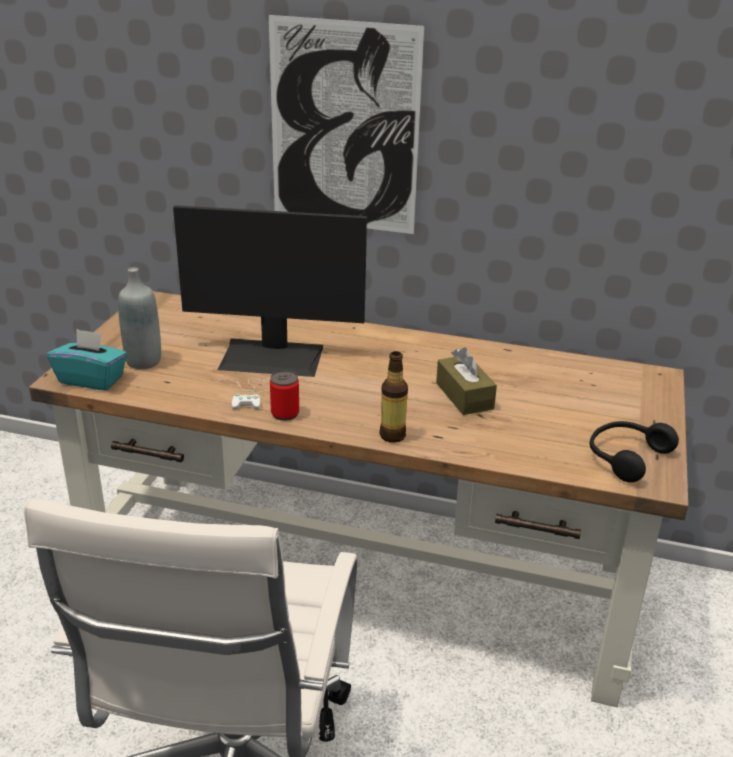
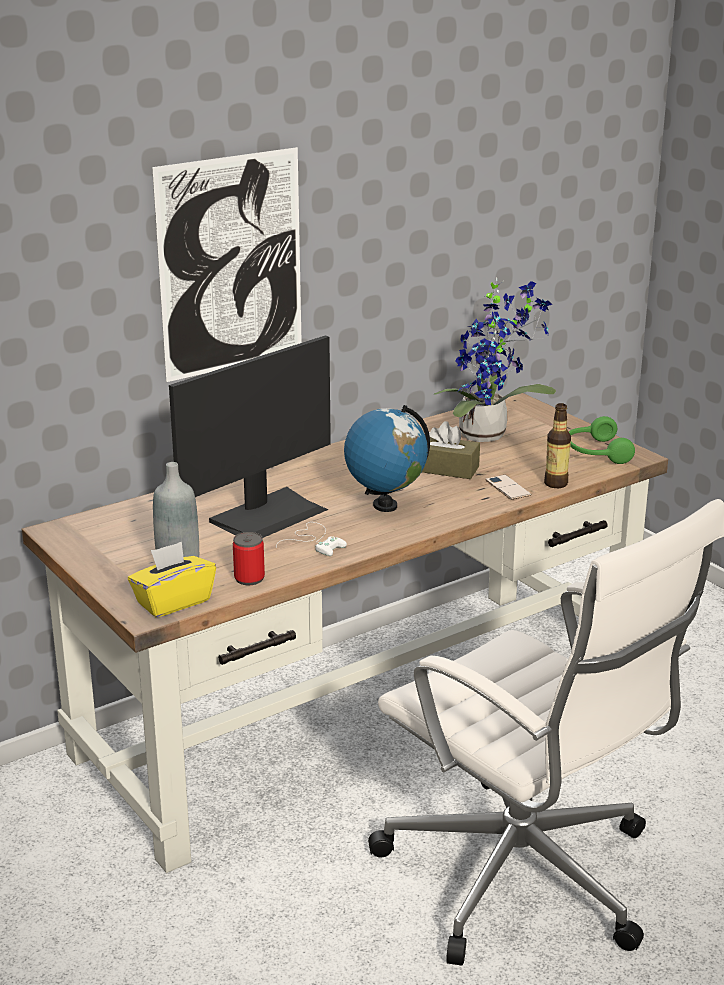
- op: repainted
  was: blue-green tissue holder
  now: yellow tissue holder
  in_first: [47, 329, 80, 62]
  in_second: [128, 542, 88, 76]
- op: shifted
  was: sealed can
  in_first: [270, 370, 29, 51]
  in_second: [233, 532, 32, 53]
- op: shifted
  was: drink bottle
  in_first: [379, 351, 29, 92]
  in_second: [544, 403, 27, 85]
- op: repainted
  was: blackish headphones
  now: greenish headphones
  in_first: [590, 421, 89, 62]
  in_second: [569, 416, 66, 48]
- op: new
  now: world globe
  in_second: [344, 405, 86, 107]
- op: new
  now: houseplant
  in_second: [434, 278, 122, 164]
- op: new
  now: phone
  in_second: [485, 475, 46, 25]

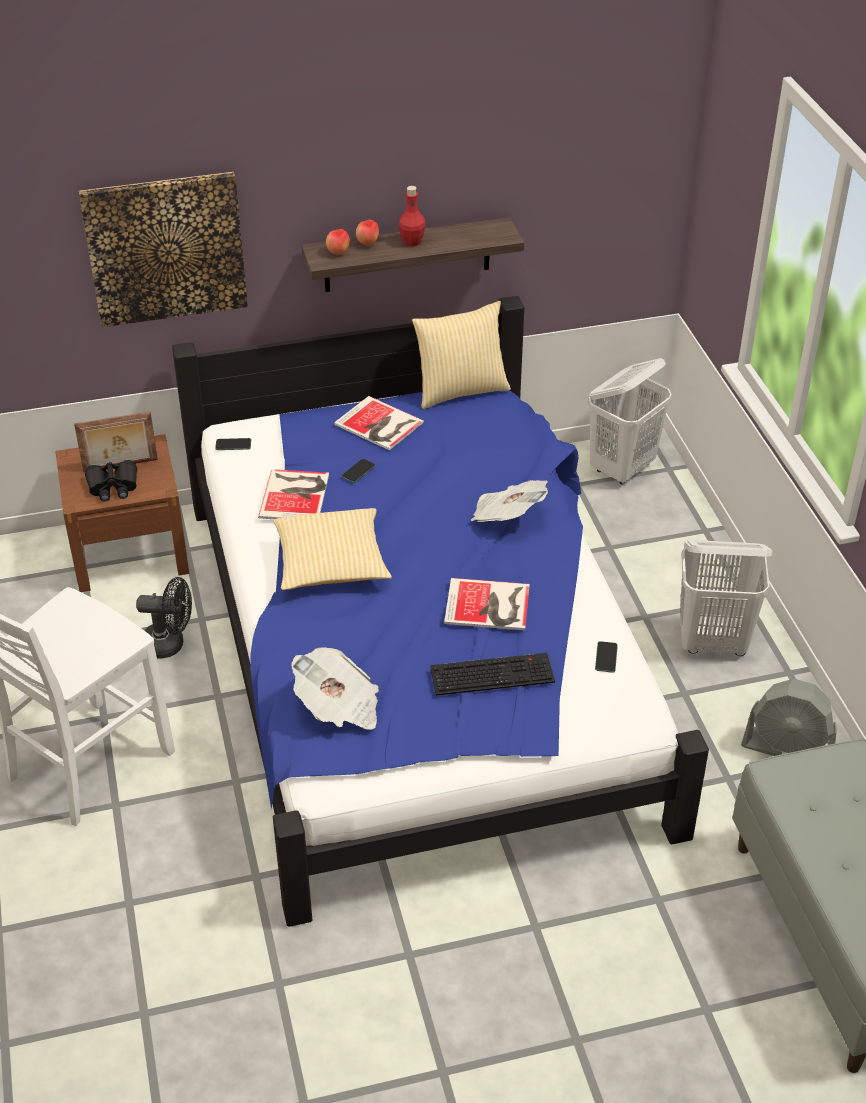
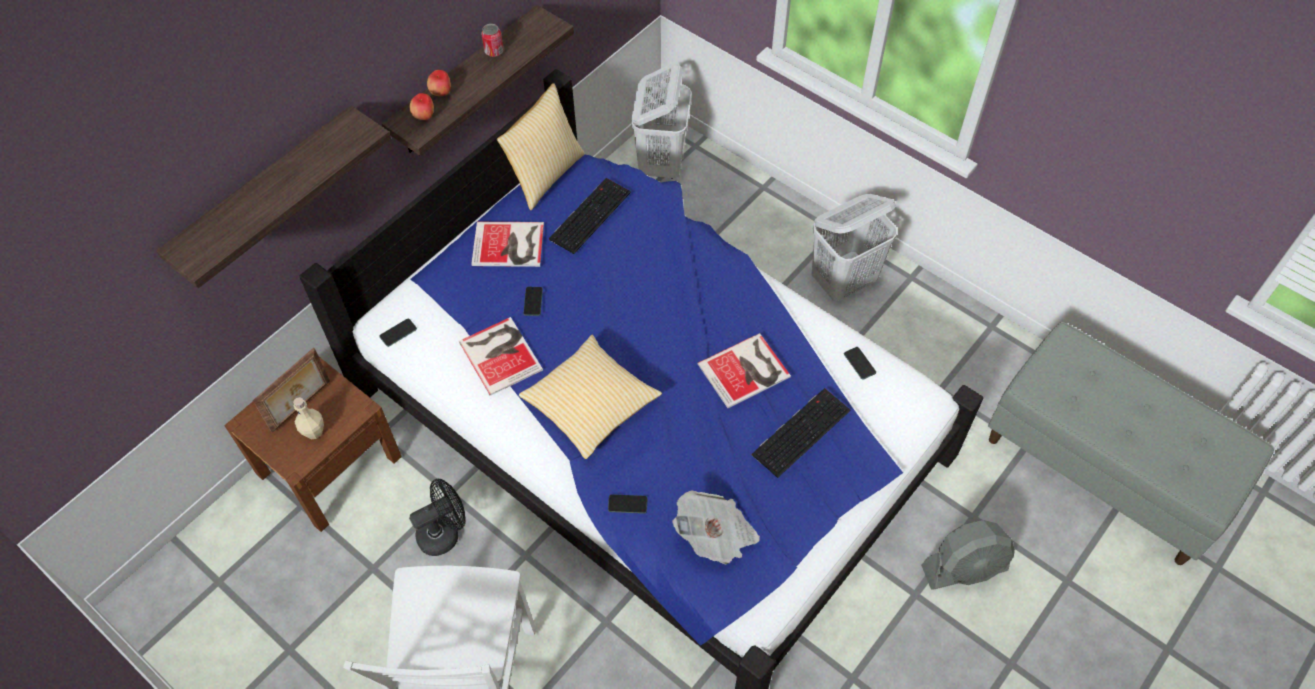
- op: swapped
  was: picture
  now: bracket shelf
  in_first: [79, 172, 169, 155]
  in_second: [156, 106, 235, 182]
- op: swapped
  was: blackish field glasses
  now: beige-coloured drink bottle
  in_first: [85, 460, 52, 42]
  in_second: [293, 397, 31, 42]
- op: gone
  was: reddish drink bottle
  in_first: [399, 186, 27, 61]
- op: gone
  was: printed paper
  in_first: [471, 480, 77, 42]
- op: shifted
  was: grey cooling fan
  in_first: [741, 679, 96, 77]
  in_second: [921, 520, 94, 70]
- op: new
  now: sealed can
  in_second: [481, 24, 22, 33]
- op: new
  now: keyboard
  in_second: [549, 178, 82, 76]
- op: new
  now: phone
  in_second: [608, 494, 40, 20]

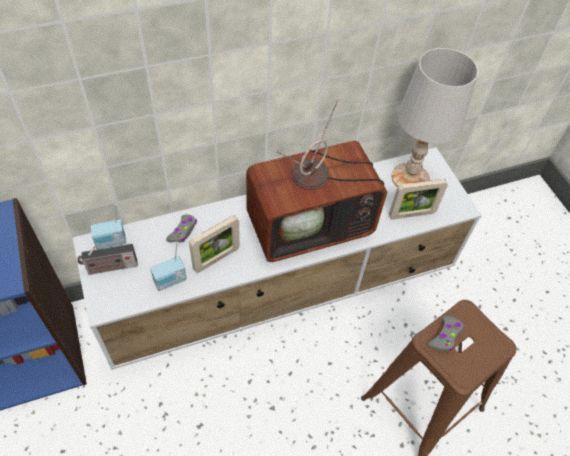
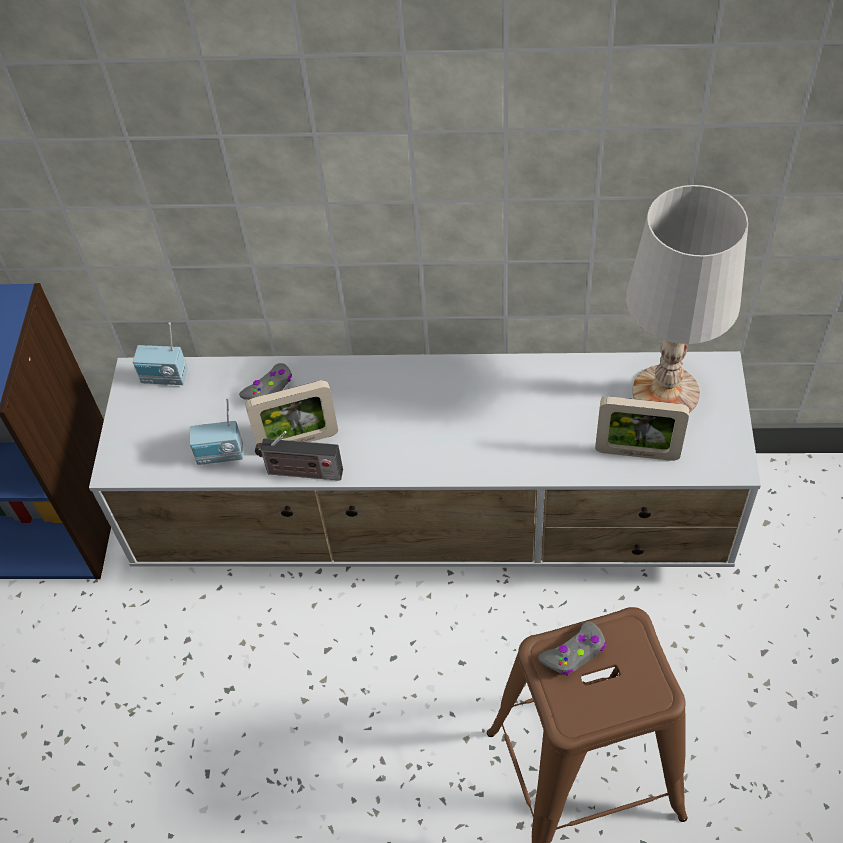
- op: shifted
  was: radio
  in_first: [77, 243, 61, 32]
  in_second: [255, 431, 88, 50]
- op: gone
  was: TV
  in_first: [246, 99, 141, 163]

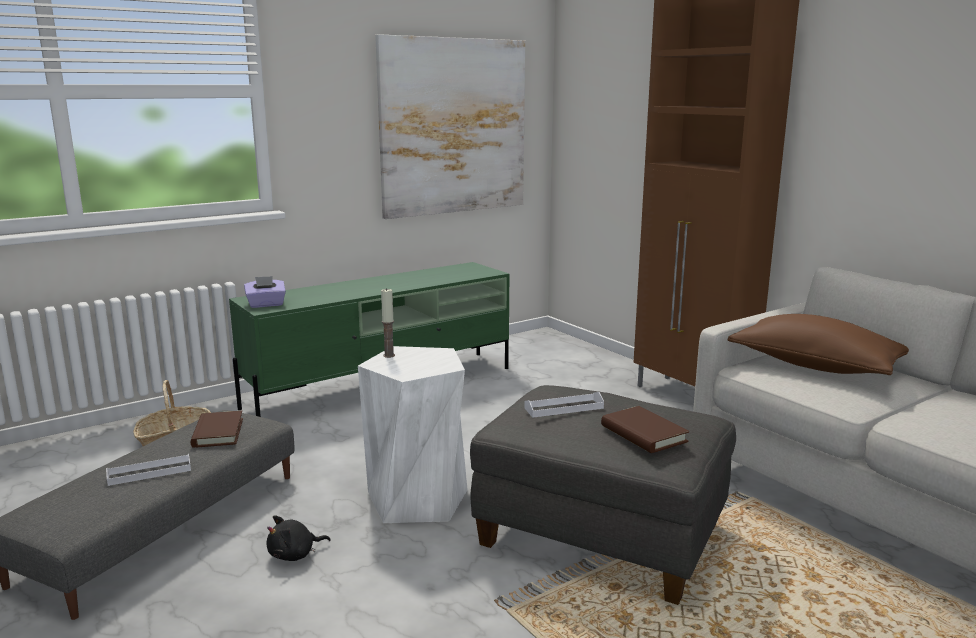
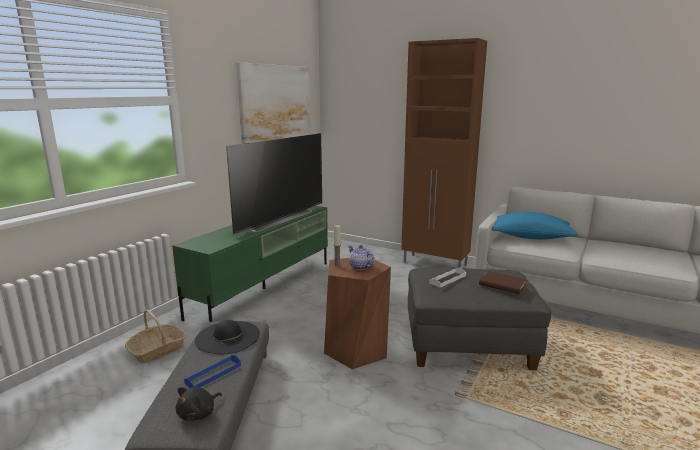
- op: repainted
  was: white-coloured carrying tray
  now: bluish carrying tray
  in_first: [106, 454, 85, 32]
  in_second: [184, 355, 57, 33]
- op: swapped
  was: brown-coloured bound book
  now: blackish wearable hat
  in_first: [191, 411, 52, 37]
  in_second: [195, 320, 65, 34]
- op: gone
  was: purple tissue holder
  in_first: [244, 276, 42, 32]
- op: shifted
  was: blackish cuddly toy
  in_first: [267, 515, 64, 46]
  in_second: [176, 387, 46, 34]
- op: repainted
  was: white-coloured stool
  now: brown-coloured stool
  in_first: [358, 346, 110, 177]
  in_second: [324, 258, 67, 111]
- op: repainted
  was: brown-coloured pillow
  now: bluish pillow
  in_first: [727, 314, 182, 61]
  in_second: [492, 212, 86, 27]
- op: new
  now: TV
  in_second: [226, 133, 96, 101]
- op: new
  now: tea pot
  in_second: [348, 245, 27, 25]

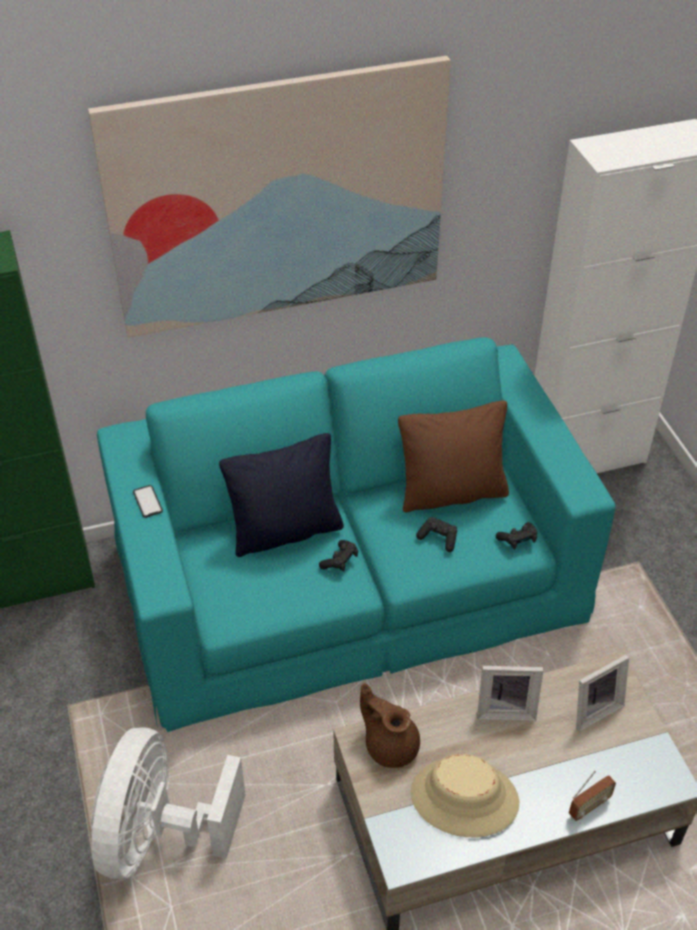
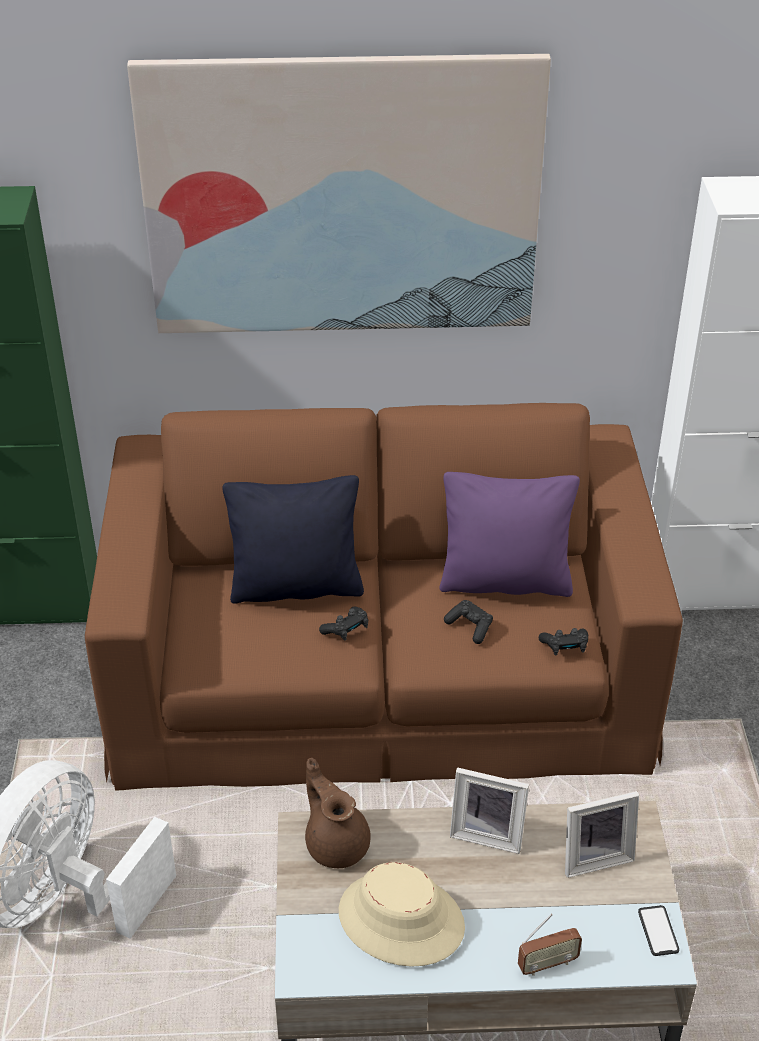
- op: repainted
  was: blue-green settee
  now: brown-coloured settee
  in_first: [97, 337, 519, 395]
  in_second: [85, 403, 598, 387]
- op: shifted
  was: phone
  in_first: [133, 485, 30, 33]
  in_second: [638, 905, 41, 51]
- op: repainted
  was: brown-coloured pillow
  now: purple pillow
  in_first: [398, 400, 111, 113]
  in_second: [439, 472, 141, 125]

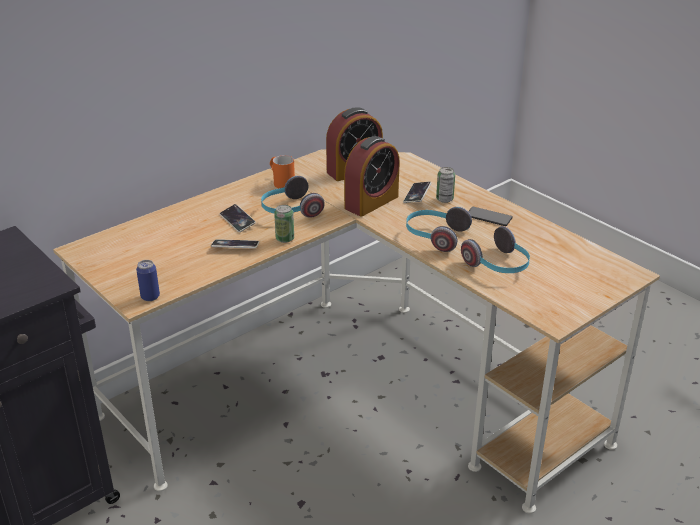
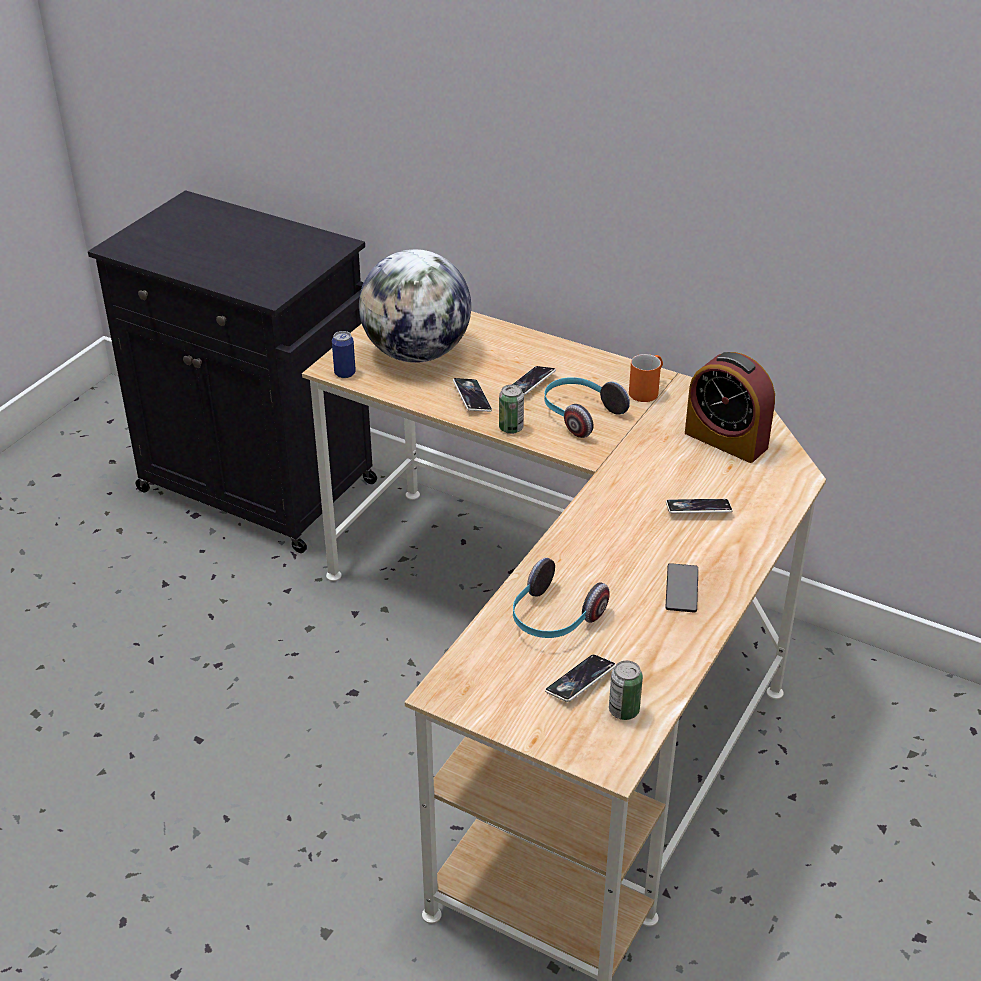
- op: gone
  was: bedside clock
  in_first: [344, 136, 56, 81]
- op: gone
  was: headphones
  in_first: [406, 207, 66, 45]
- op: shifted
  was: sealed can
  in_first: [436, 167, 19, 36]
  in_second: [609, 661, 34, 59]
- op: new
  now: world globe
  in_second: [359, 249, 112, 114]
- op: new
  now: phone
  in_second: [545, 654, 71, 48]

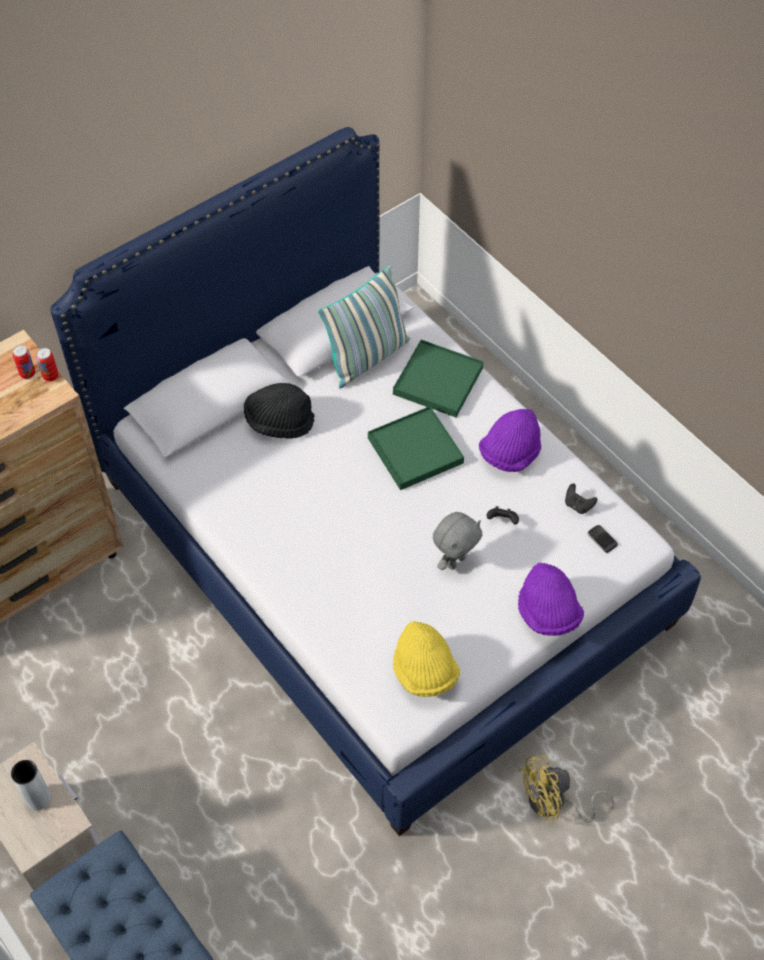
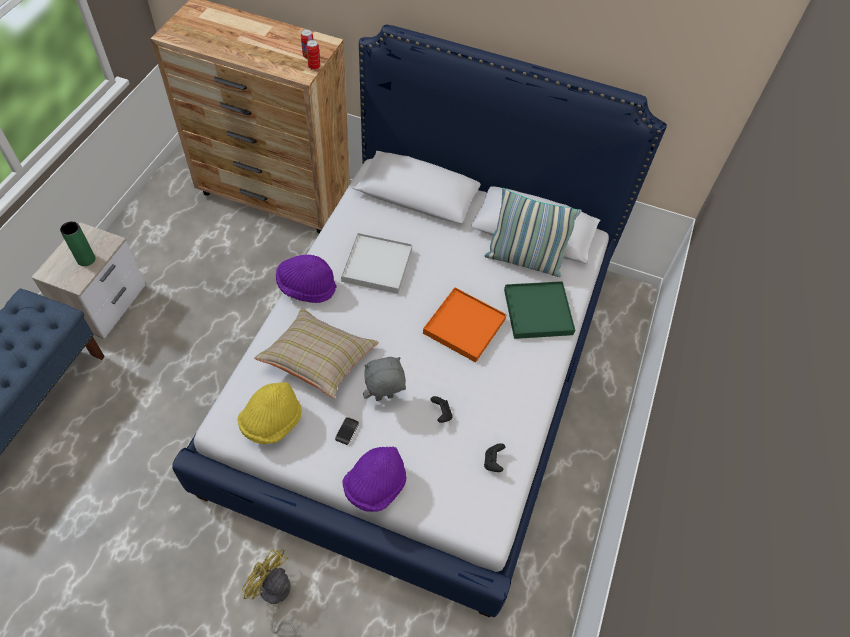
- op: repainted
  was: grey vase
  now: greenish vase
  in_first: [11, 760, 40, 51]
  in_second: [60, 221, 35, 45]
- op: gone
  was: blackish wearable hat
  in_first: [244, 383, 70, 55]
- op: repainted
  was: greenish carrying tray
  now: orange carrying tray
  in_first: [368, 406, 96, 84]
  in_second: [423, 287, 84, 76]
- op: rotated
  was: grey cuddly toy
  in_first: [433, 512, 49, 58]
  in_second: [363, 357, 43, 44]
  clockwise: 150
- op: shifted
  was: purple wearable hat
  in_first: [479, 409, 62, 63]
  in_second: [276, 255, 61, 48]
- op: shifted
  was: phone
  in_first: [587, 525, 31, 28]
  in_second: [335, 417, 24, 28]
- op: new
  now: beige-coloured pillow
  in_second: [254, 308, 125, 90]
- op: new
  now: white-coloured carrying tray
  in_second: [341, 233, 71, 61]

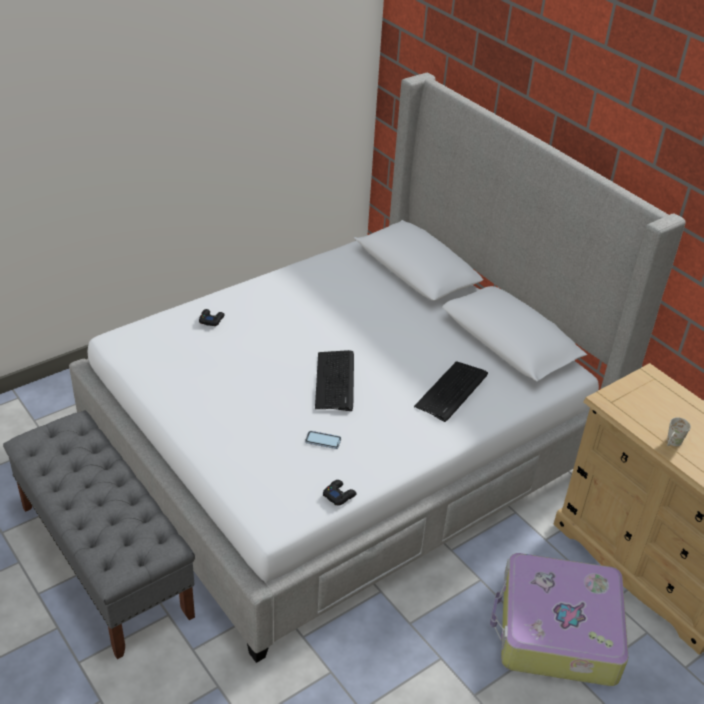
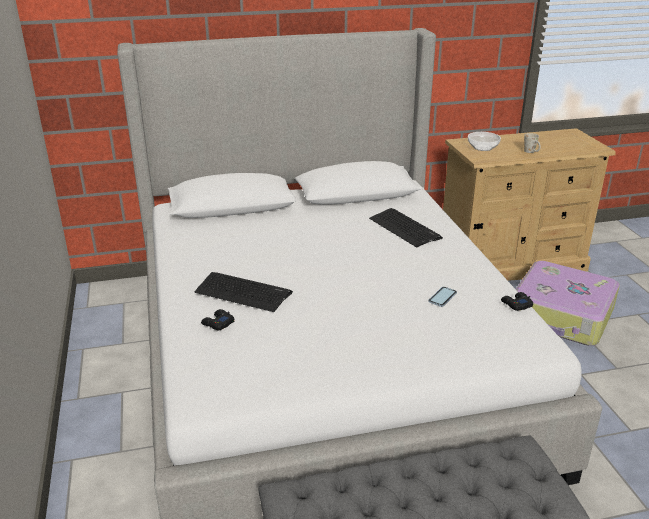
- op: shifted
  was: keyboard
  in_first: [315, 350, 39, 61]
  in_second: [194, 272, 99, 40]
- op: new
  now: serving bowl
  in_second: [468, 132, 33, 19]

